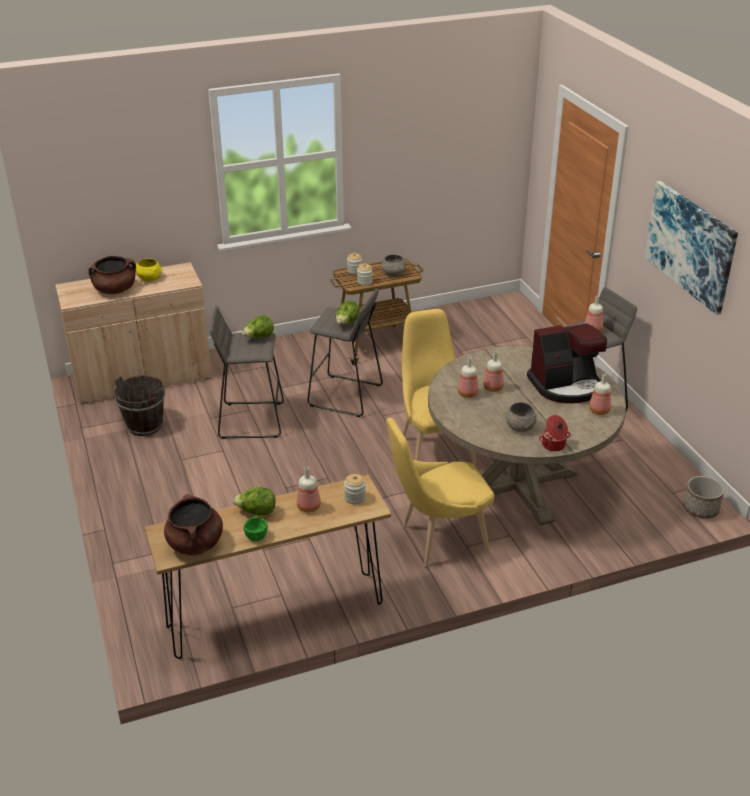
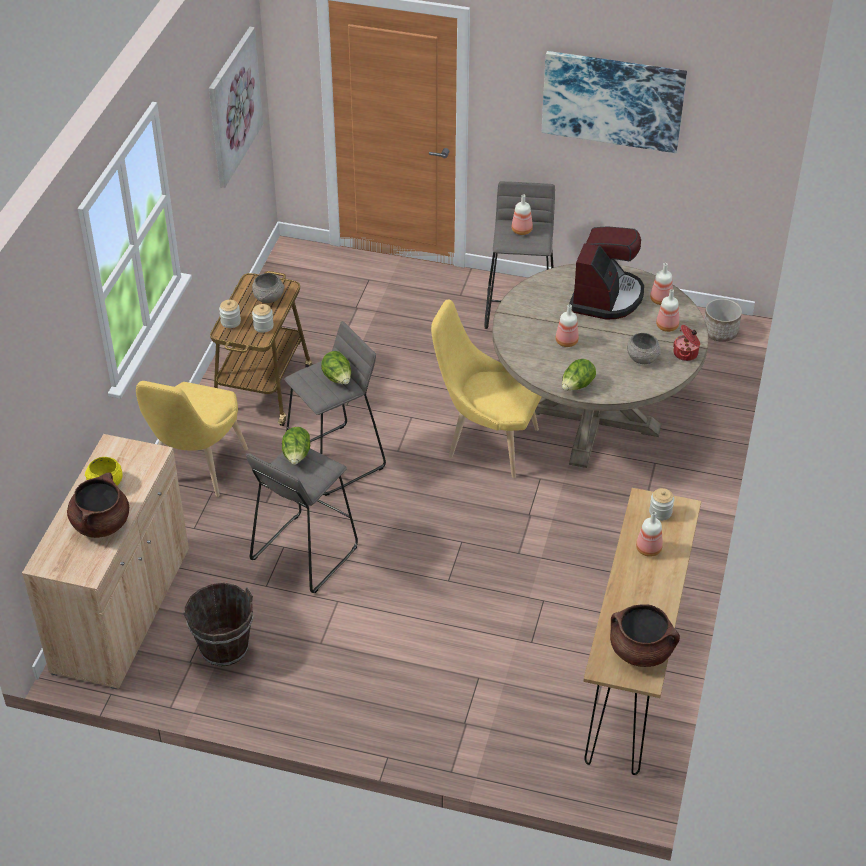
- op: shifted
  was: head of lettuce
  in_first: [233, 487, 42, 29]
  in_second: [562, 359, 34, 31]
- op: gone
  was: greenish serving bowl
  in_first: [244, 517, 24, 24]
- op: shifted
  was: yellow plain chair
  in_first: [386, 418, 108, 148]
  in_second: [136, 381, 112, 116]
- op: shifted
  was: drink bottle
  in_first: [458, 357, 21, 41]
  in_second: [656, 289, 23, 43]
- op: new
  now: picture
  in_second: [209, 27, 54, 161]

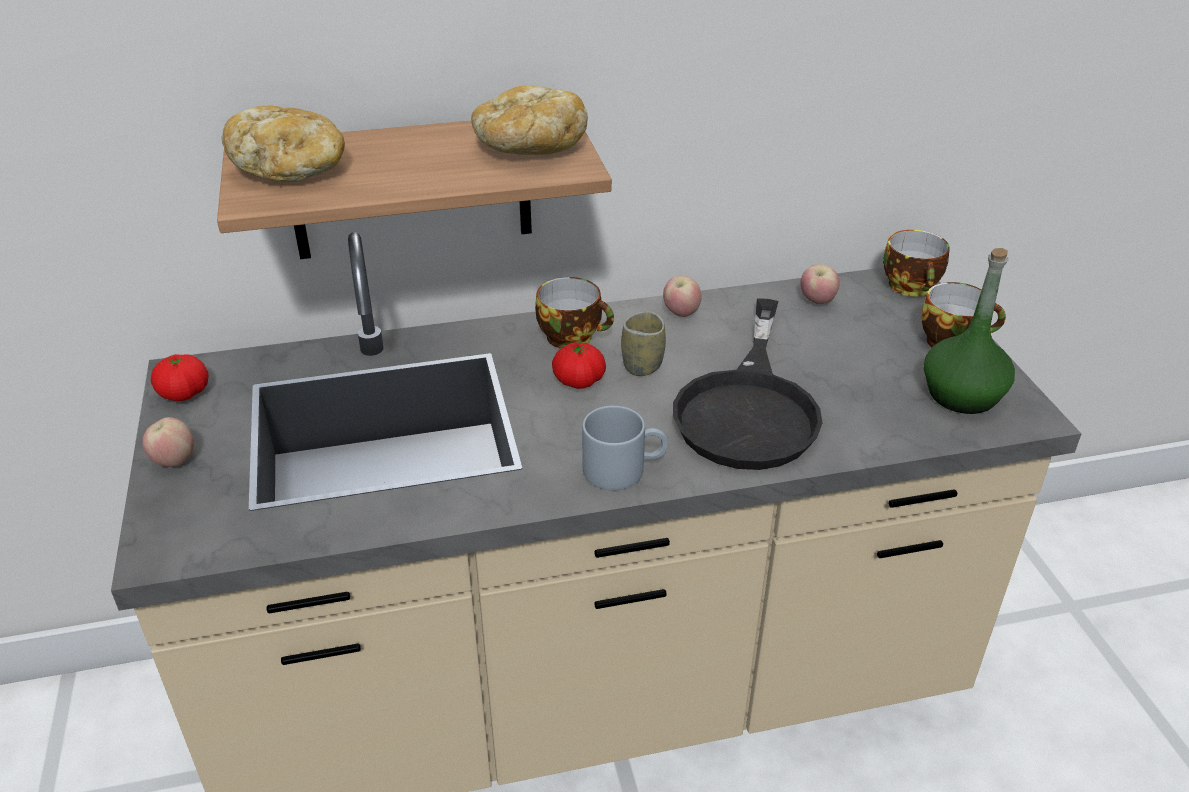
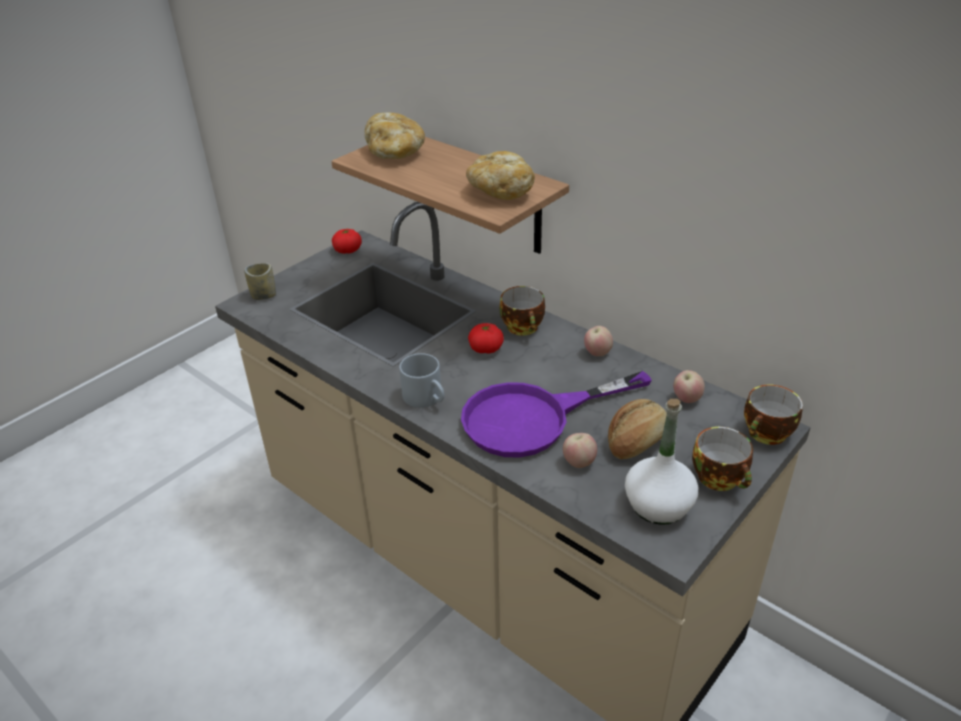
- op: shifted
  was: apple
  in_first: [142, 417, 52, 50]
  in_second: [563, 433, 34, 35]
- op: shifted
  was: small cup
  in_first: [621, 311, 45, 65]
  in_second: [244, 263, 32, 37]
- op: repainted
  was: blackish pan
  now: purple pan
  in_first: [673, 298, 149, 172]
  in_second: [461, 371, 191, 87]
- op: repainted
  was: greenish drink bottle
  now: white-coloured drink bottle
  in_first: [924, 248, 91, 166]
  in_second: [625, 399, 73, 126]
- op: new
  now: bakery bread
  in_second: [608, 399, 59, 60]

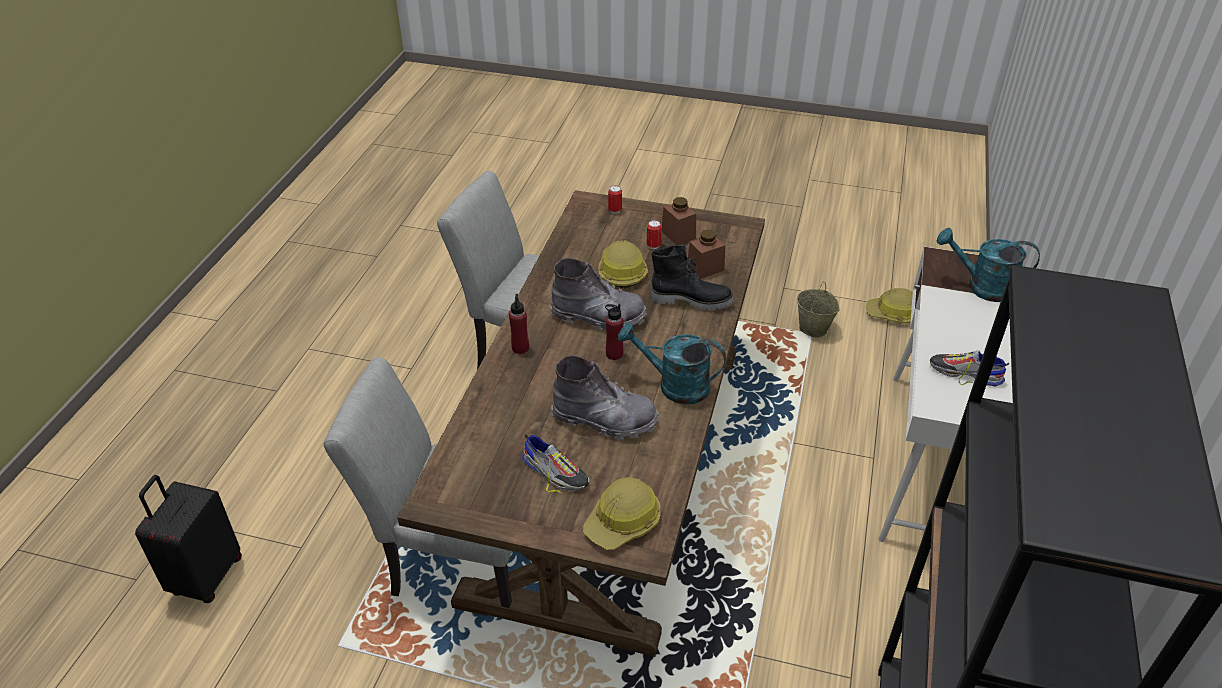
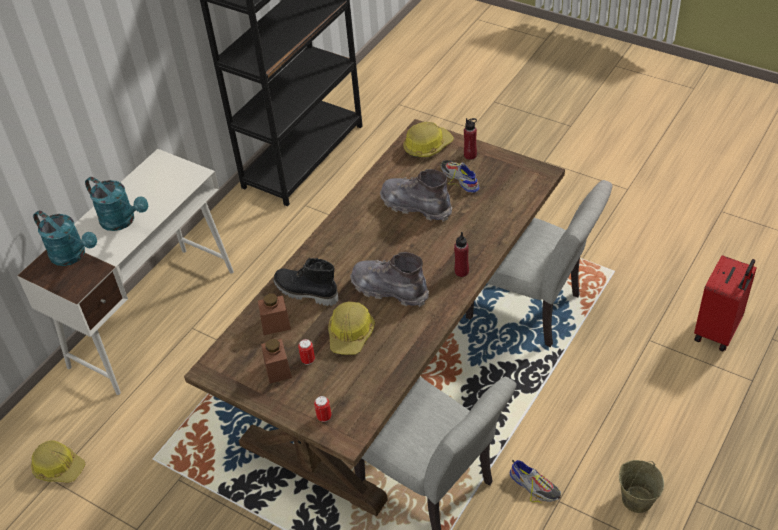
- op: repainted
  was: blackish travel case
  now: reddish travel case
  in_first: [135, 475, 107, 128]
  in_second: [694, 255, 63, 97]
- op: shifted
  was: reddish drink bottle
  in_first: [605, 304, 19, 56]
  in_second: [464, 118, 13, 42]
- op: shifted
  was: blue-green watering can
  in_first: [618, 323, 108, 81]
  in_second: [85, 177, 63, 54]
- op: shifted
  was: beige-coloured water bucket
  in_first: [797, 282, 43, 56]
  in_second: [619, 460, 45, 53]
- op: shifted
  was: low shoe
  in_first: [930, 350, 79, 37]
  in_second: [510, 460, 51, 43]

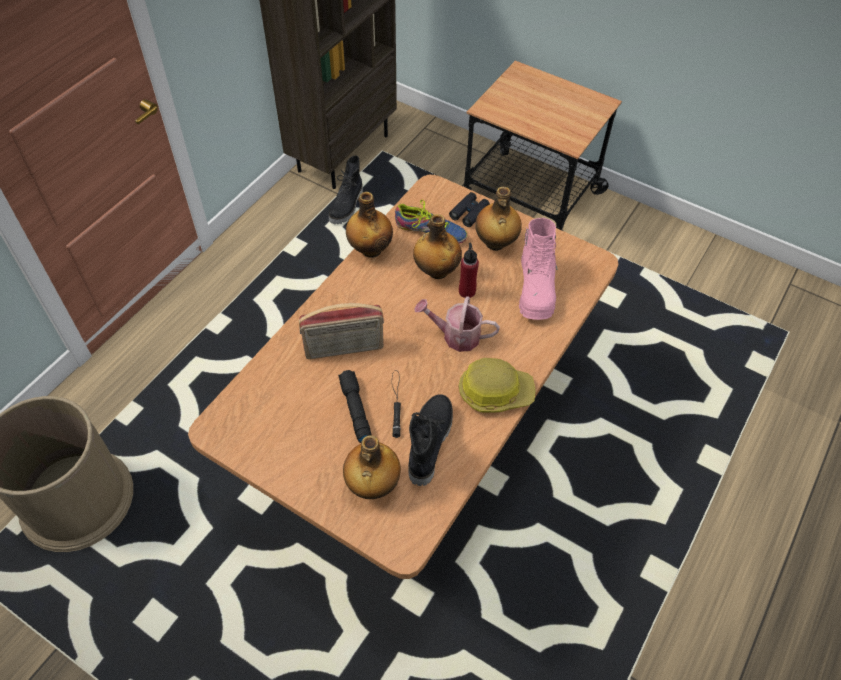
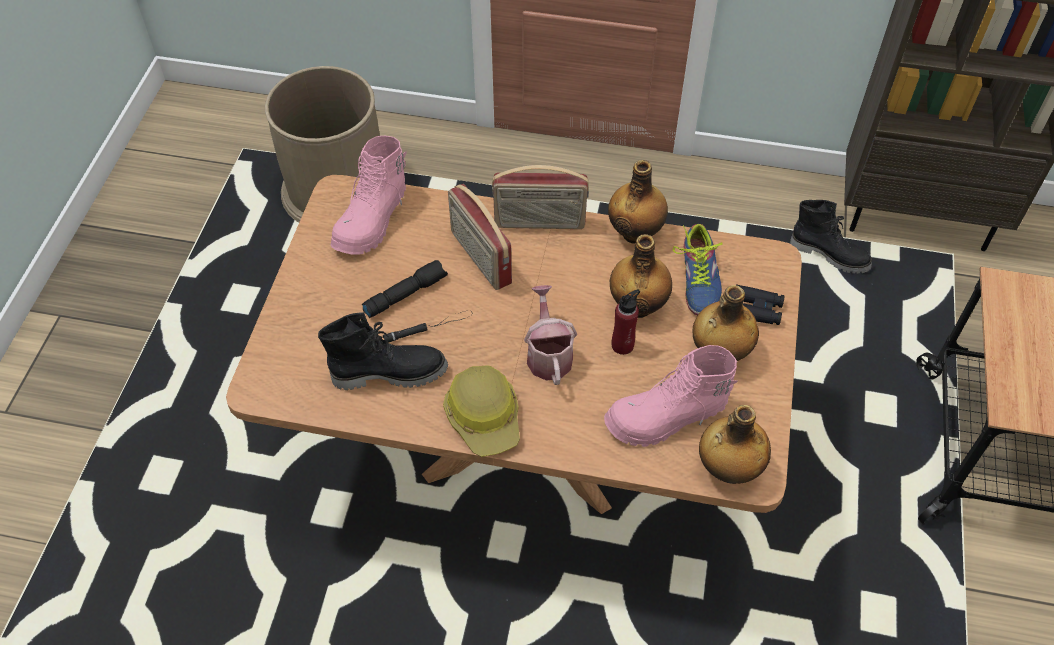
- op: rotated
  was: blackish boot
  in_first: [329, 156, 34, 68]
  in_second: [790, 200, 82, 74]
  clockwise: -150
- op: shifted
  was: drink bottle
  in_first: [343, 435, 58, 64]
  in_second: [699, 405, 72, 79]
- op: new
  now: pink boot
  in_second: [330, 136, 77, 119]
- op: new
  now: radio
  in_second: [492, 165, 97, 64]

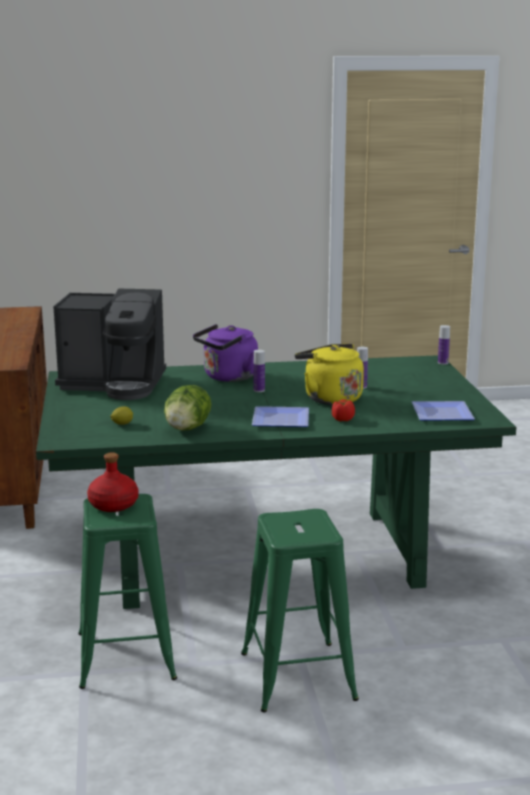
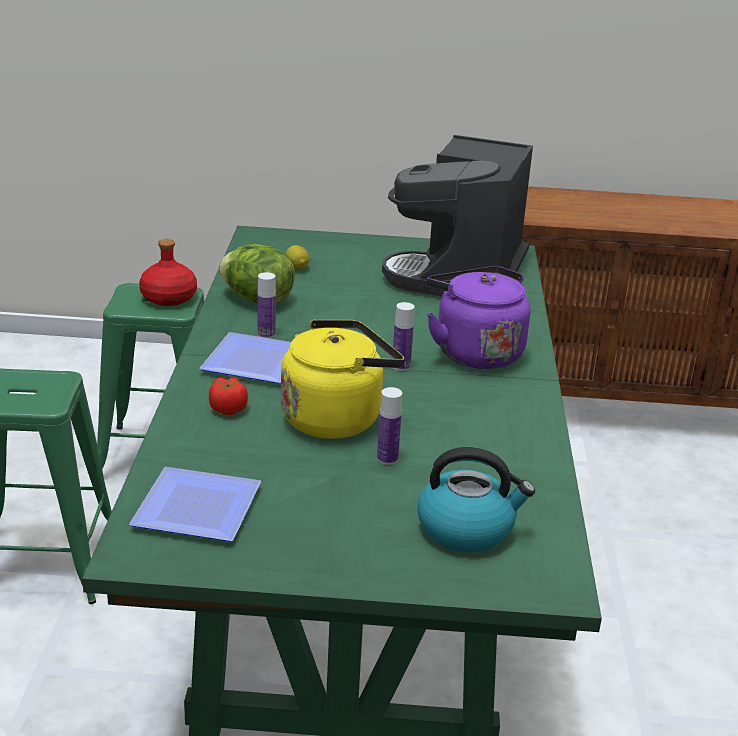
- op: shifted
  was: drink bottle
  in_first: [438, 325, 12, 40]
  in_second: [258, 272, 18, 66]
- op: new
  now: tea kettle
  in_second: [417, 447, 118, 105]

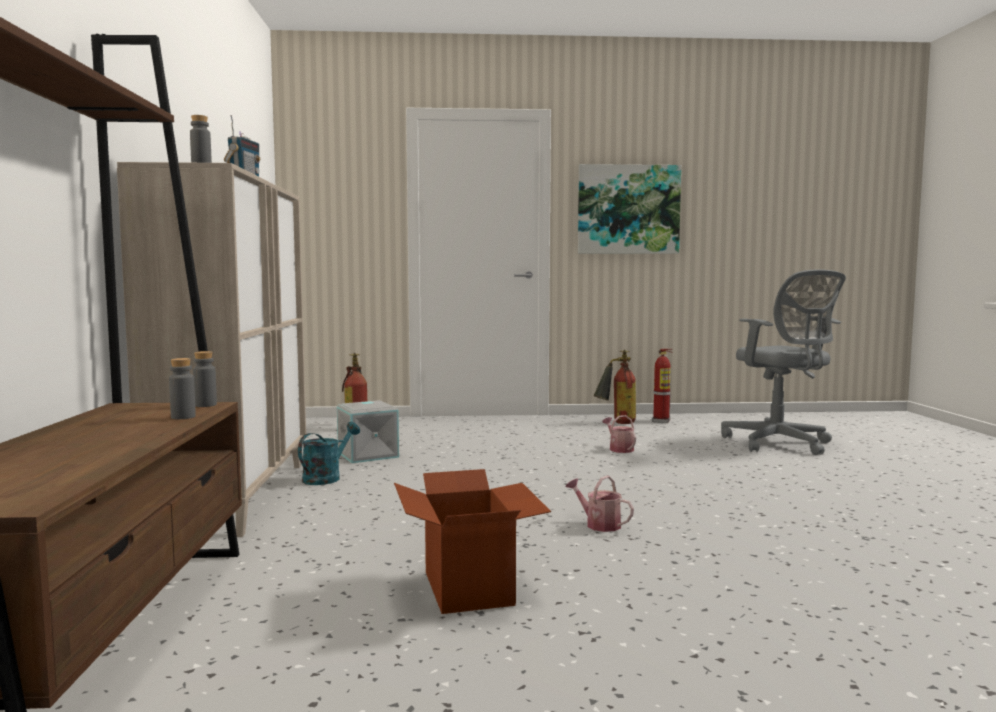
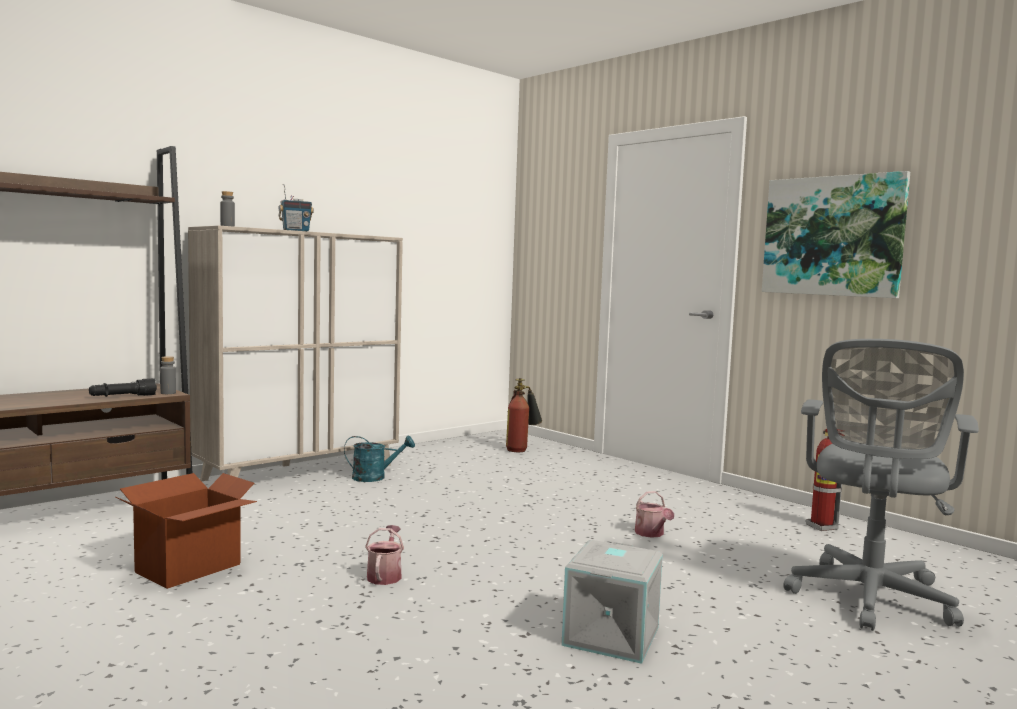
- op: swapped
  was: grey drink bottle
  now: blackish hand torch
  in_first: [169, 358, 27, 61]
  in_second: [89, 378, 68, 19]
- op: shifted
  was: grey storage container
  in_first: [337, 400, 62, 63]
  in_second: [561, 540, 102, 124]
- op: gone
  was: extinguisher
  in_first: [593, 350, 43, 74]
- op: rotated
  was: watering can
  in_first: [603, 415, 33, 38]
  in_second: [635, 491, 39, 47]
  clockwise: 135

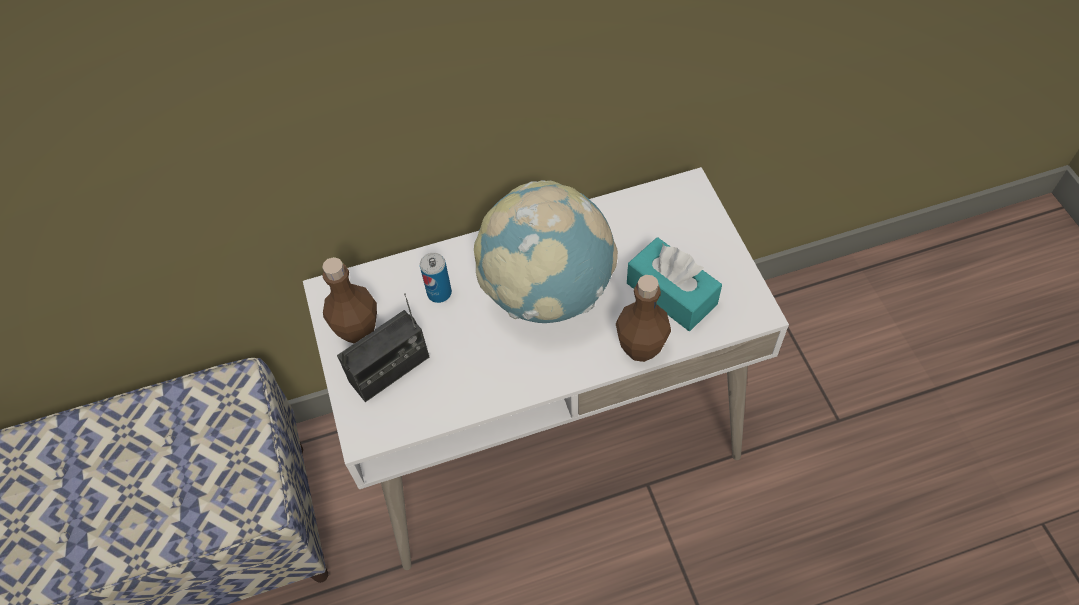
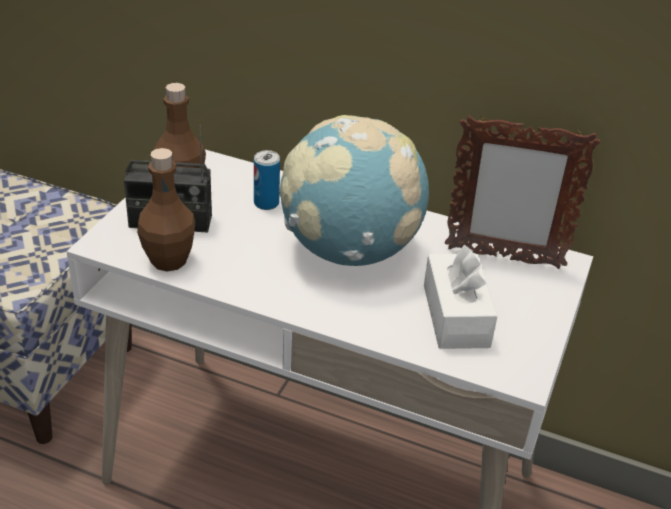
- op: shifted
  was: brown-coloured drink bottle
  in_first: [616, 275, 55, 87]
  in_second: [137, 148, 58, 124]
- op: repainted
  was: blue-green tissue holder
  now: white-coloured tissue holder
  in_first: [627, 237, 95, 94]
  in_second: [424, 245, 73, 104]
- op: new
  now: photo frame
  in_second: [445, 115, 155, 154]

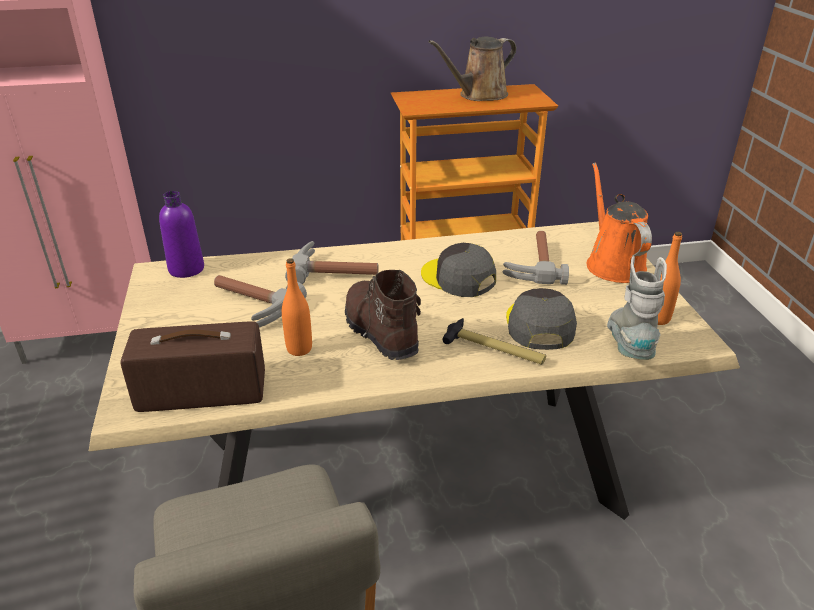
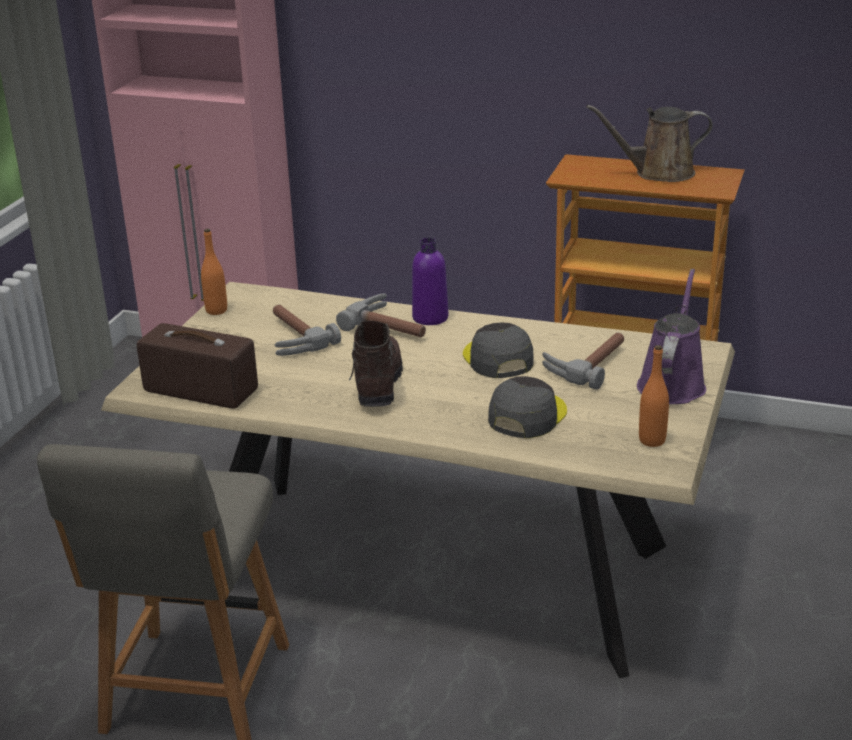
- op: shifted
  was: purple drink bottle
  in_first: [159, 191, 45, 87]
  in_second: [412, 238, 36, 87]
- op: shifted
  was: orange drink bottle
  in_first: [282, 258, 30, 98]
  in_second: [201, 229, 26, 86]
- op: gone
  was: tool hammer
  in_first: [442, 318, 104, 47]
- op: repainted
  was: orange watering can
  now: purple watering can
  in_first: [587, 163, 65, 120]
  in_second: [637, 269, 69, 135]
- op: gone
  was: grey boot
  in_first: [607, 256, 60, 104]

